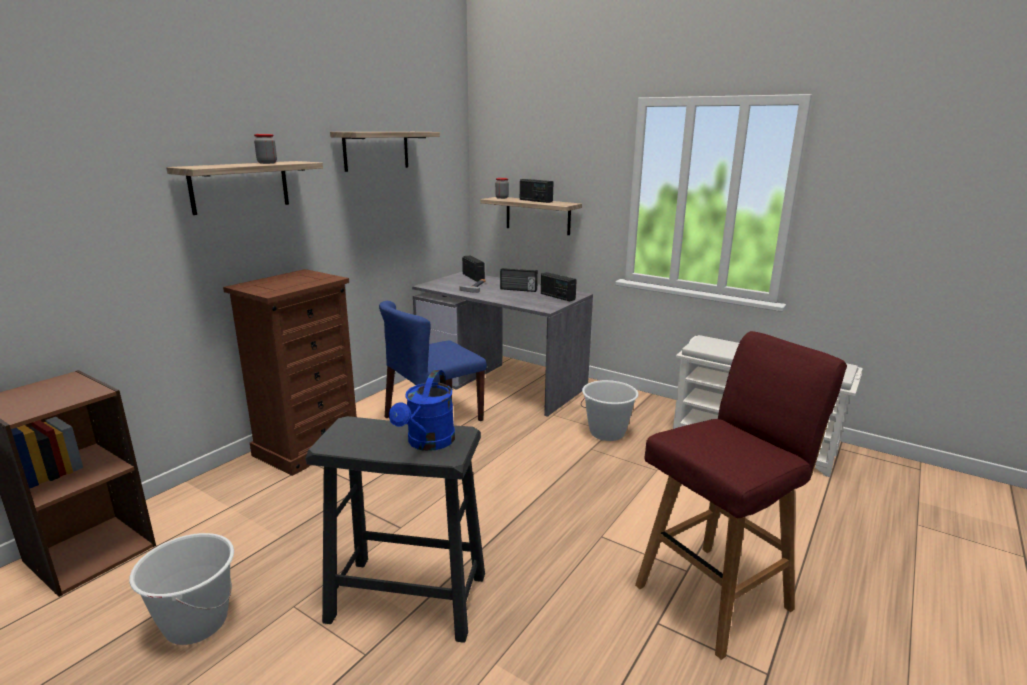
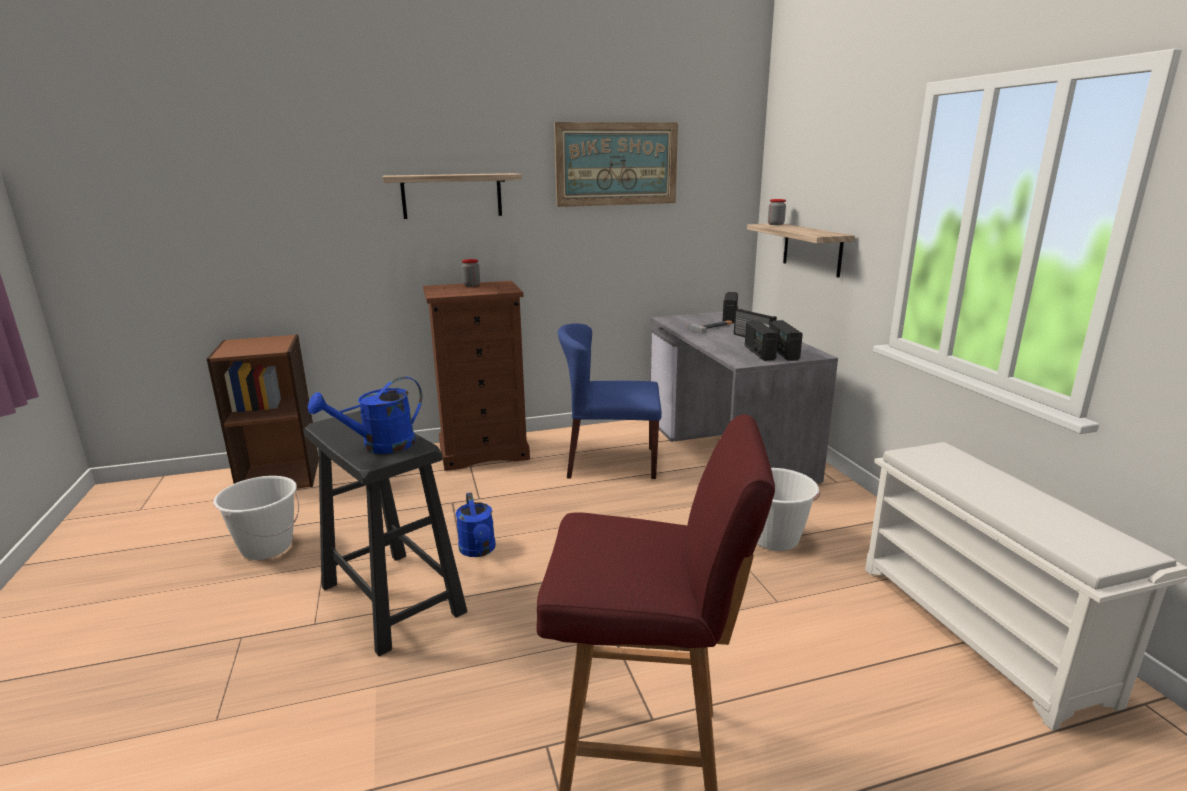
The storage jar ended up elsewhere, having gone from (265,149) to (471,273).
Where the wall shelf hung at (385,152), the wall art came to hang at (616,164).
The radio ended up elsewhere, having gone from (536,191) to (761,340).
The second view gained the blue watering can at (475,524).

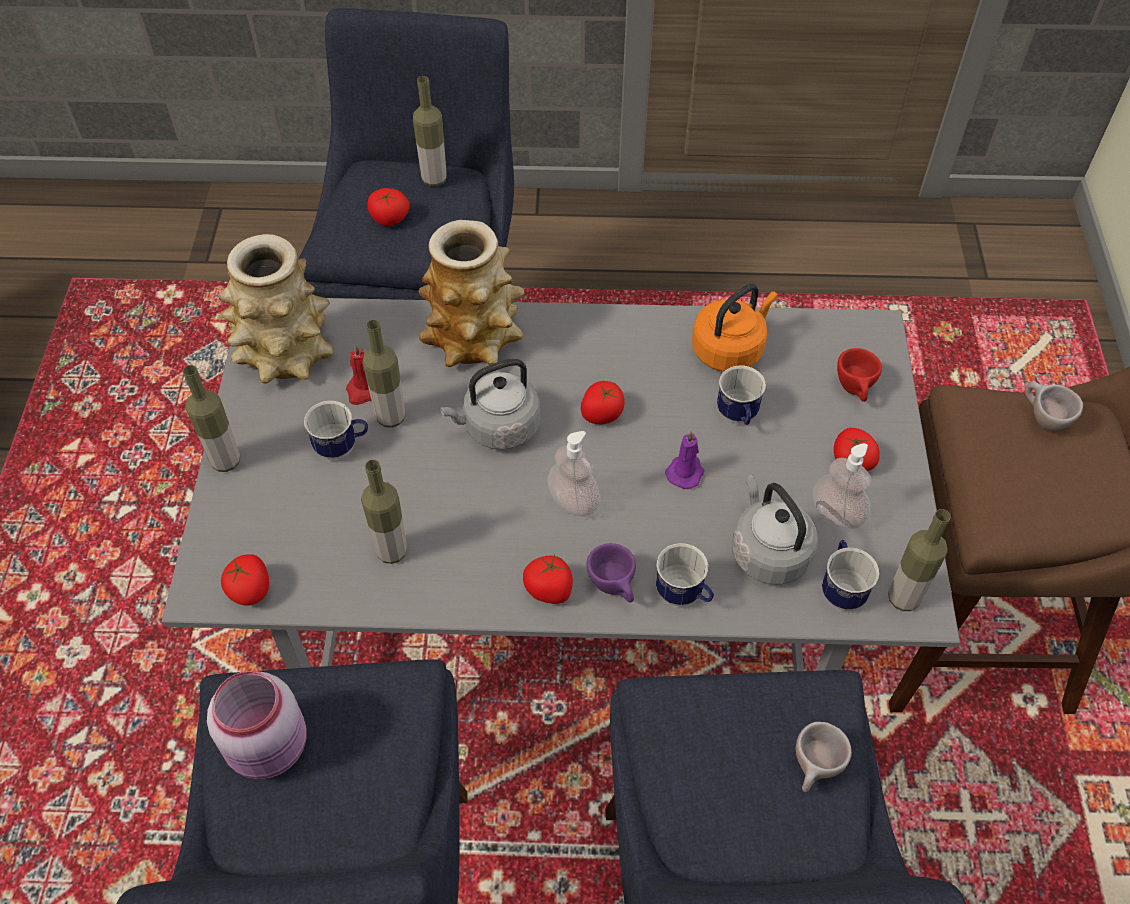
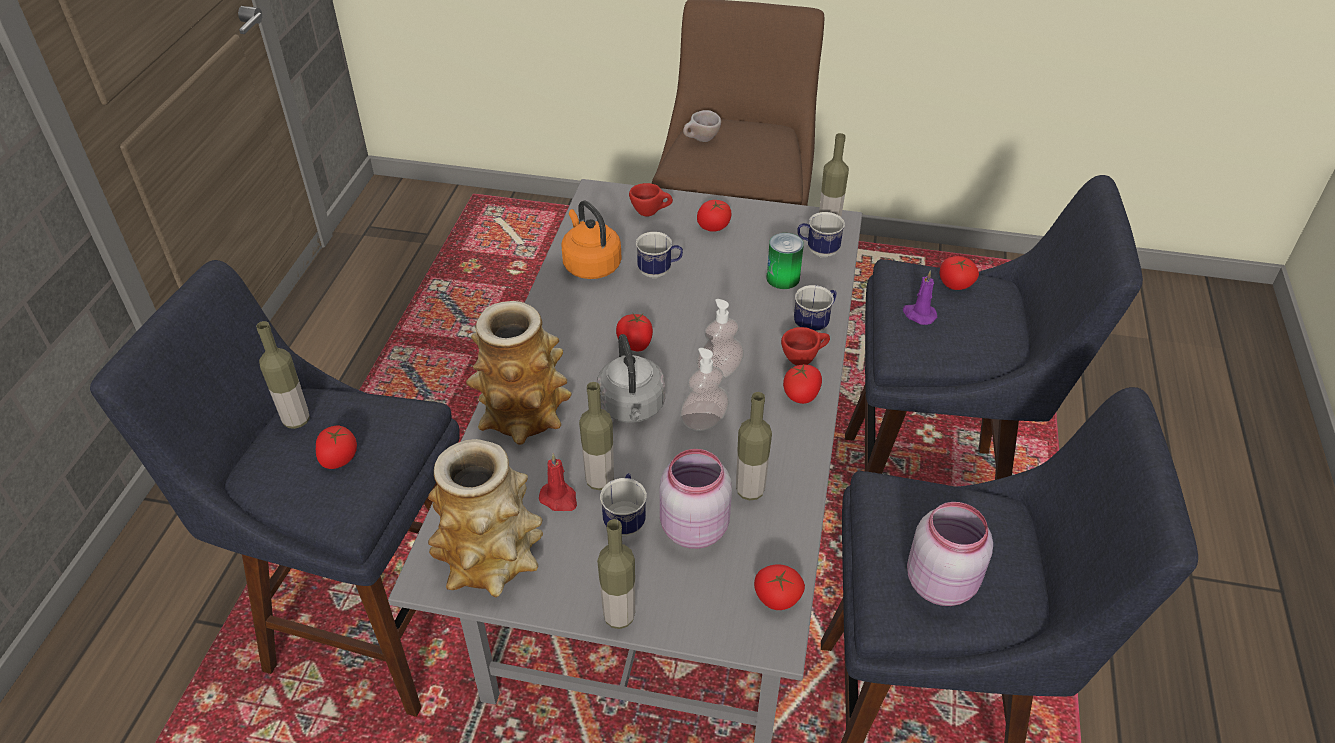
What was the purple small cup at (611,573) turned into the reddish small cup at (805,346).
The purple wax candle ended up elsewhere, having gone from (685,459) to (920,298).
Where the grey kettle stood at (775,529), the sealed can came to stand at (785,261).
Where the beige-coloured small cup stood at (824,757), the fresh tomato came to stand at (959,273).
The soap bottle ended up elsewhere, having gone from (842,486) to (704,389).
The second view gained the pink-coloured storage jar at (696,499).

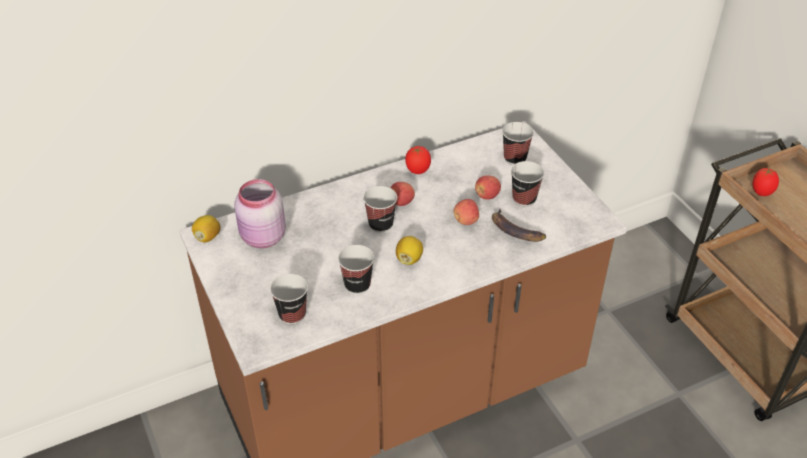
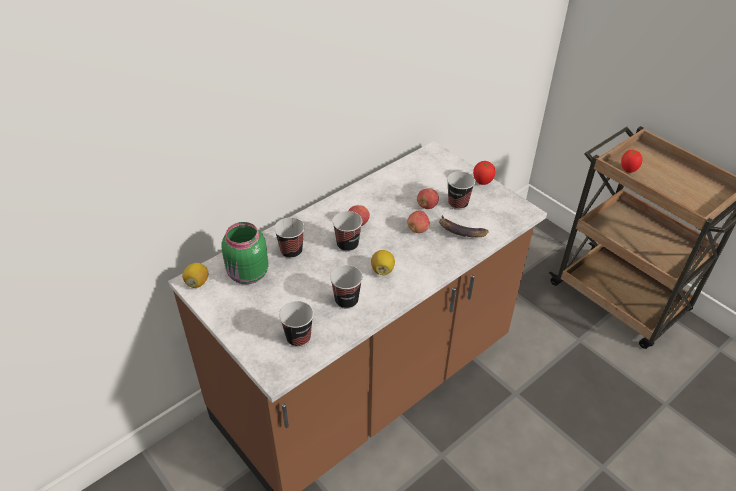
What was the pink-coloured storage jar at (260,213) turned into the greenish storage jar at (245,253).
The fresh tomato ended up elsewhere, having gone from (418,160) to (484,173).
The small cup ended up elsewhere, having gone from (518,143) to (289,238).

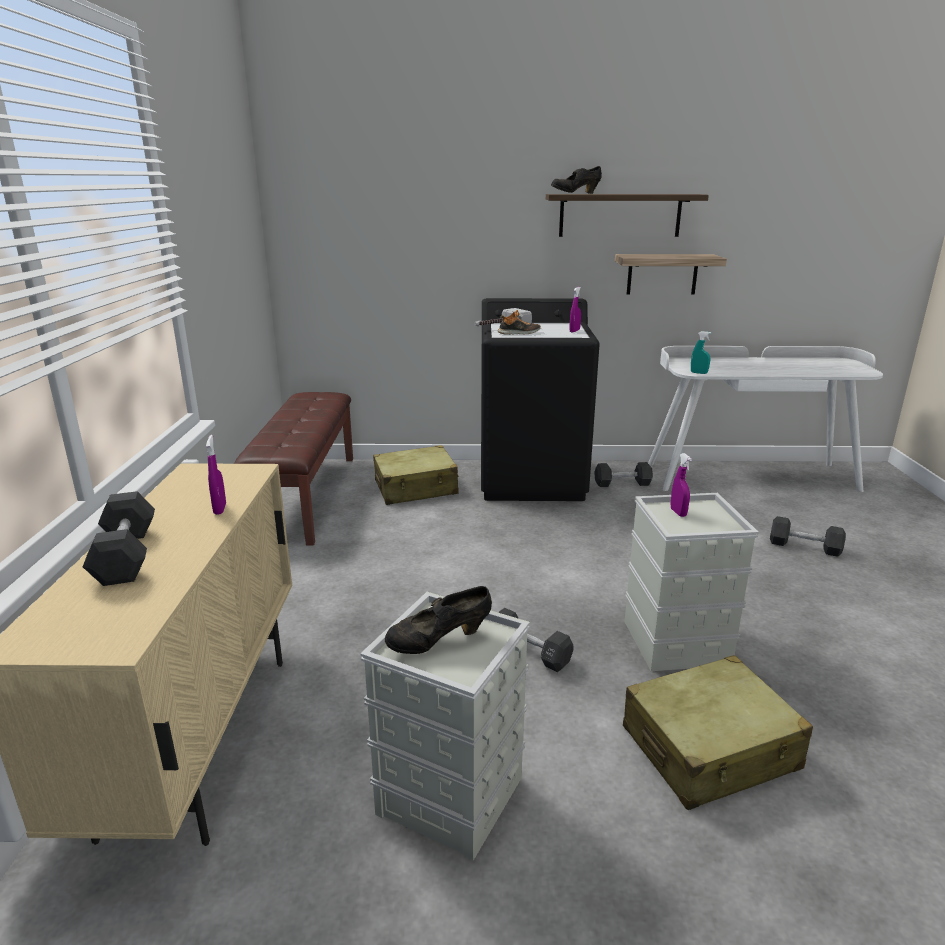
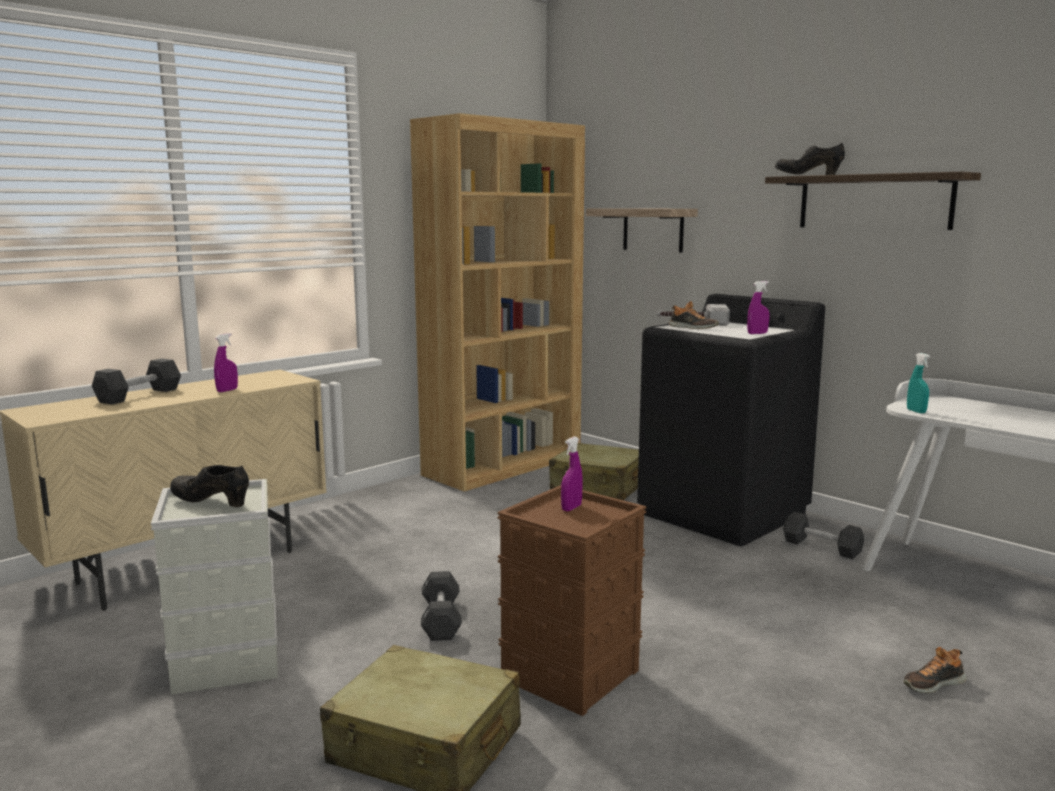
Where the brown bench stood at (293,469), the brown bookshelf came to stand at (497,302).
The wall shelf ended up elsewhere, having gone from (671,274) to (642,230).
What was the grey storage bin at (691,582) turned into the brown storage bin at (572,600).
Where the black hand weight stood at (808,536), the low shoe came to stand at (935,670).

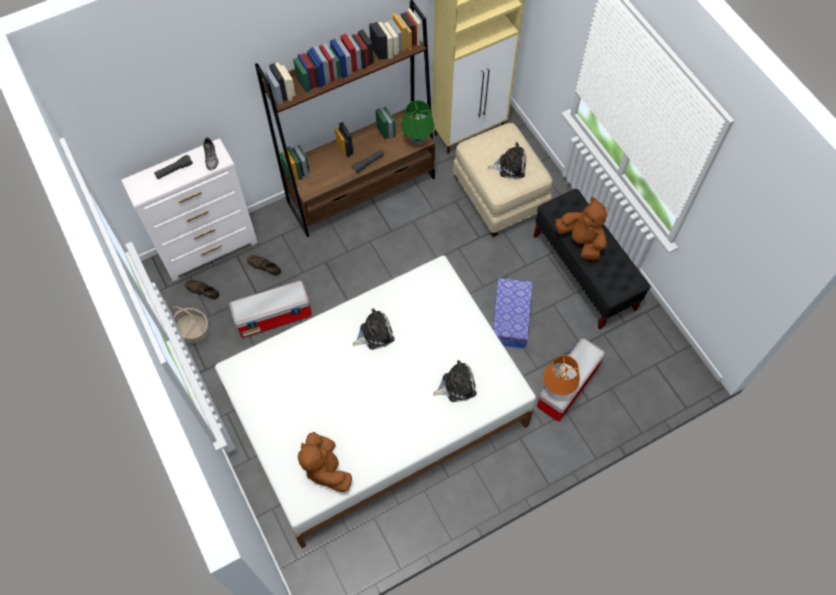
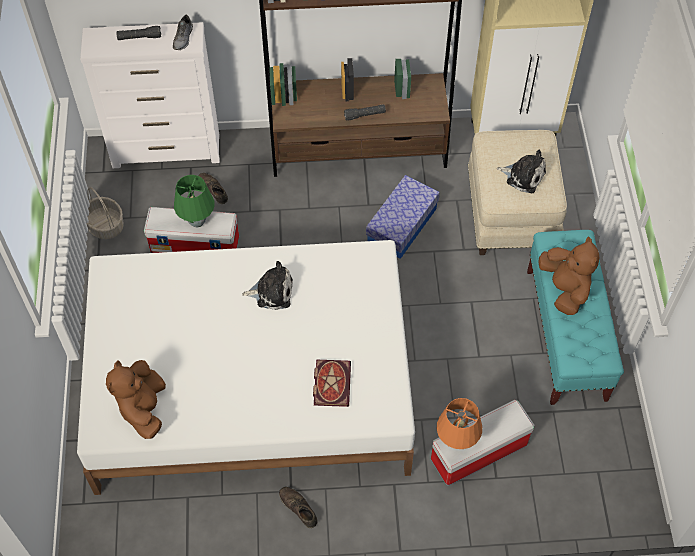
The brown low shoe ended up elsewhere, having gone from (202,290) to (298,507).
The greenish lamp for a table ended up elsewhere, having gone from (417,122) to (194,201).
Where the plush toy stood at (455,381), the volume came to stand at (332,383).
The storage bin ended up elsewhere, having gone from (512,313) to (403,217).
What was the black bench at (592,259) turned into the turquoise bench at (575,317).

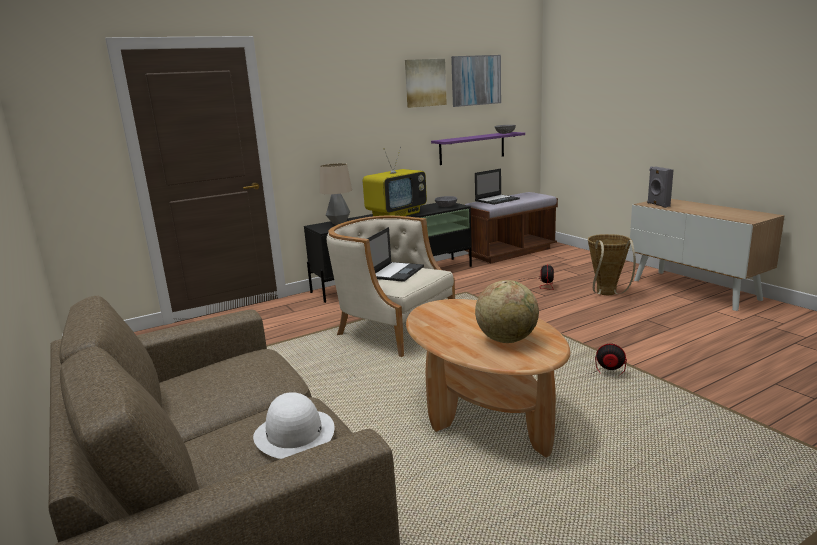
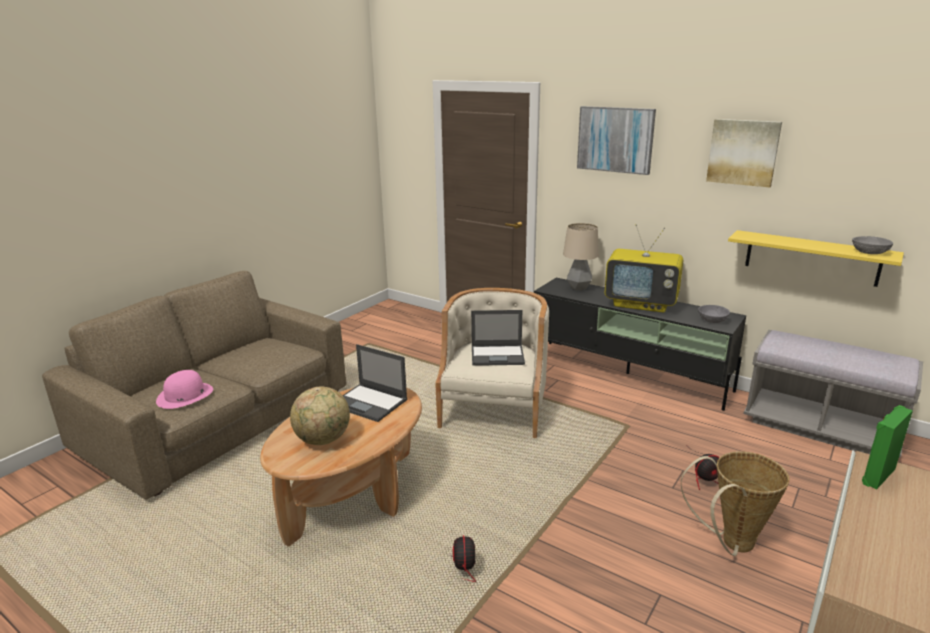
What was the white-coloured wearable hat at (294,425) turned into the pink-coloured wearable hat at (184,389).
What was the purple wall shelf at (478,148) turned into the yellow-coloured wall shelf at (816,258).
The wall art ended up elsewhere, having gone from (476,81) to (616,140).
What was the brown bench at (511,227) turned into the grey bench at (833,393).
The laptop ended up elsewhere, having gone from (497,187) to (374,383).
What was the grey audio speaker at (660,187) turned into the greenish audio speaker at (887,447).

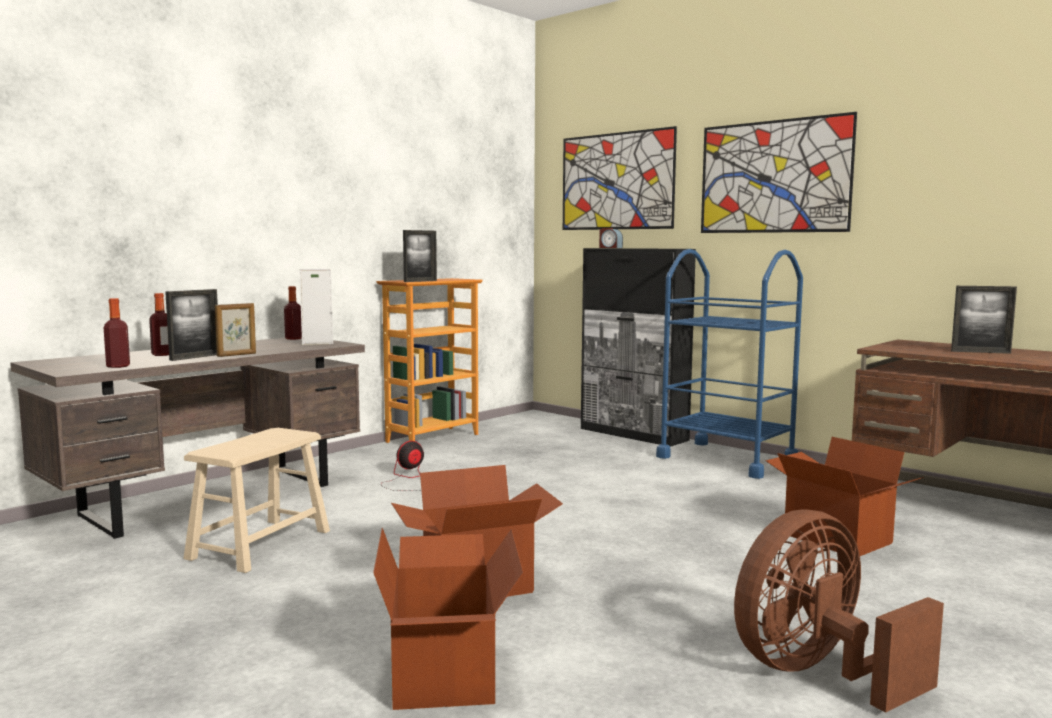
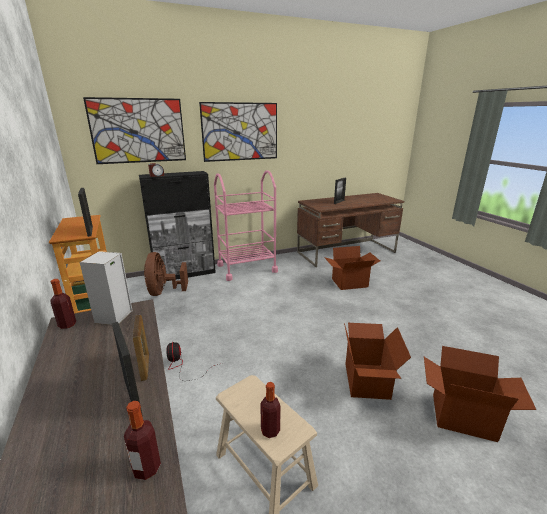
The drink bottle ended up elsewhere, having gone from (159,324) to (270,410).
What was the blue trolley at (729,364) turned into the pink-coloured trolley at (246,225).
The brown cooling fan ended up elsewhere, having gone from (839,611) to (166,274).

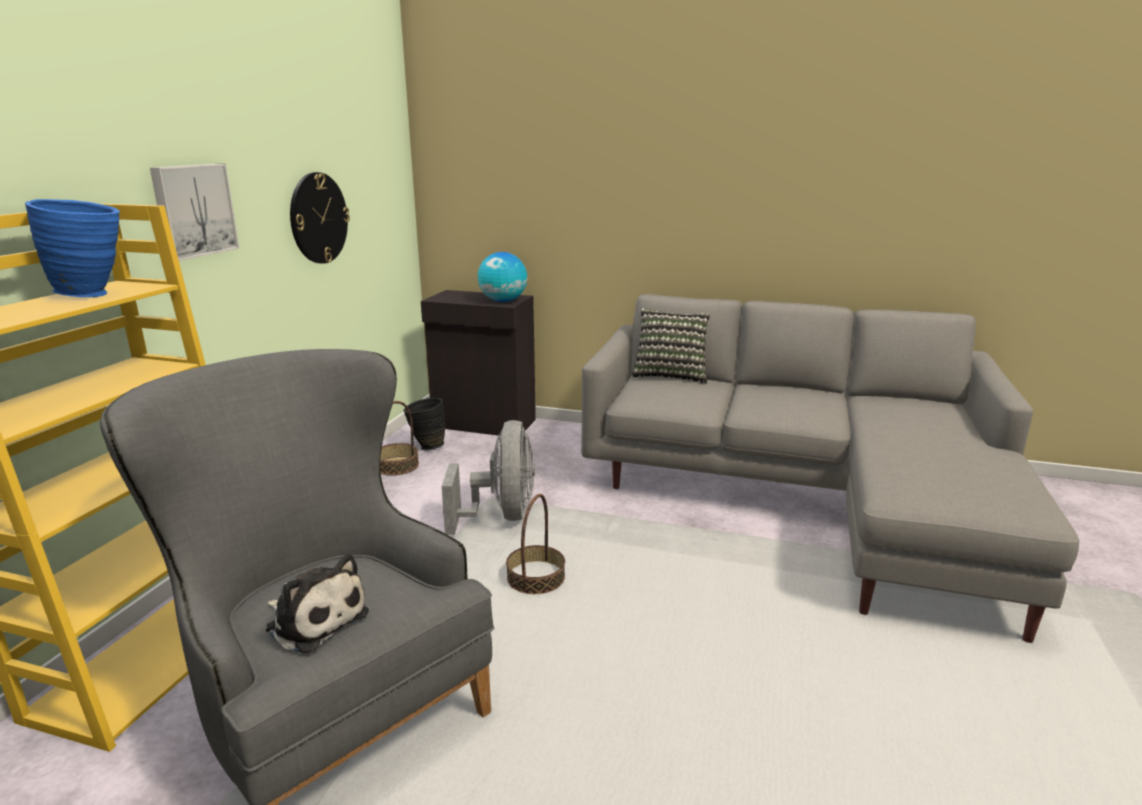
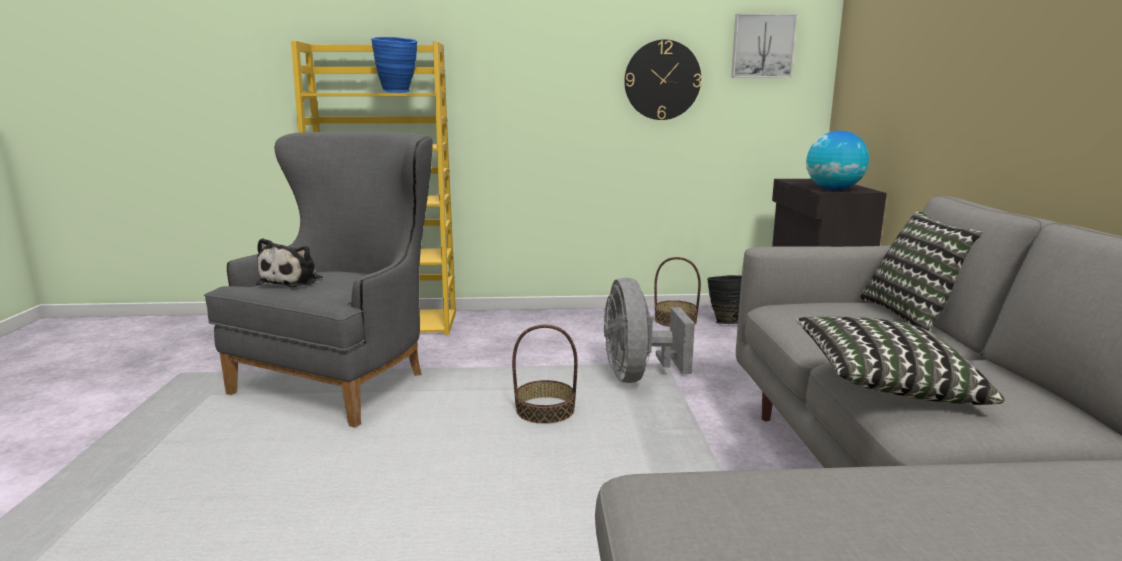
The wall art ended up elsewhere, having gone from (194,212) to (764,45).
The grey cooling fan at (488,477) ended up facing another way, 105 degrees clockwise from before.
The second view gained the pillow at (900,361).

